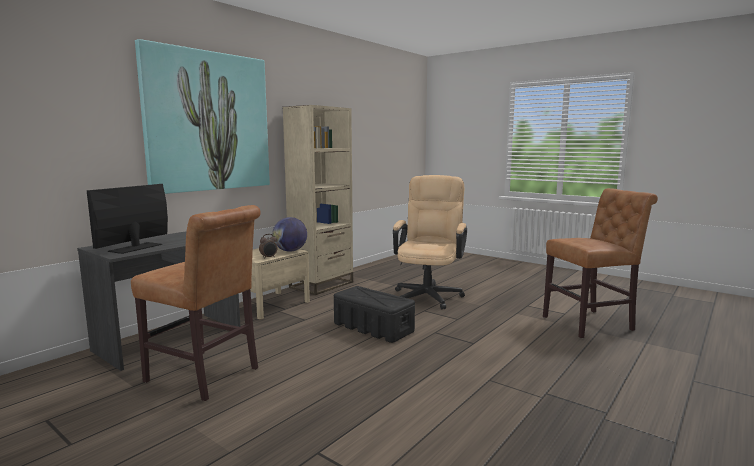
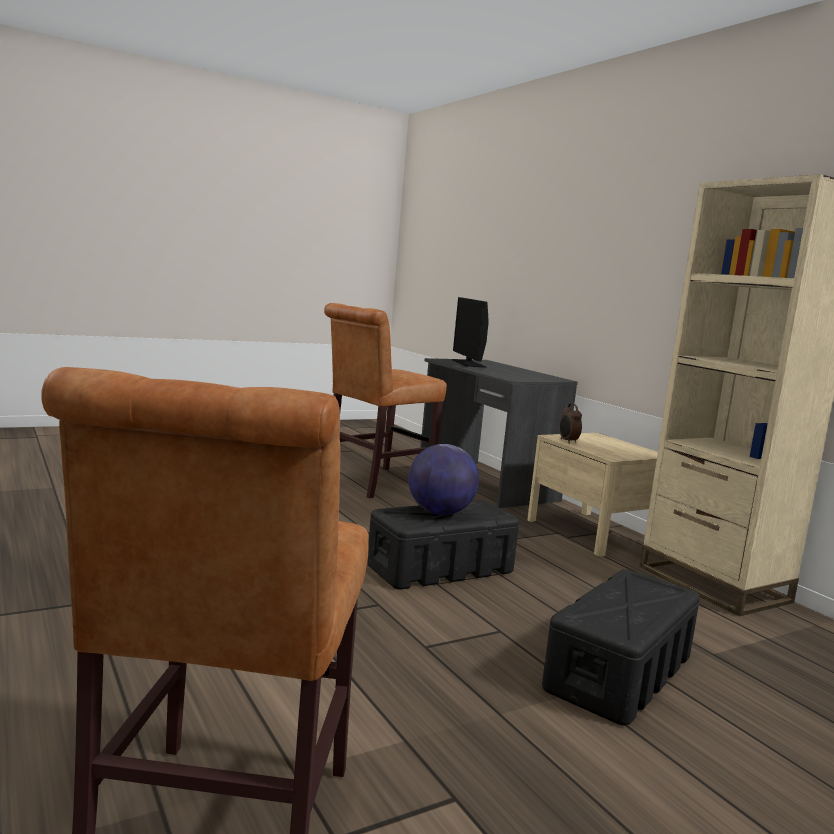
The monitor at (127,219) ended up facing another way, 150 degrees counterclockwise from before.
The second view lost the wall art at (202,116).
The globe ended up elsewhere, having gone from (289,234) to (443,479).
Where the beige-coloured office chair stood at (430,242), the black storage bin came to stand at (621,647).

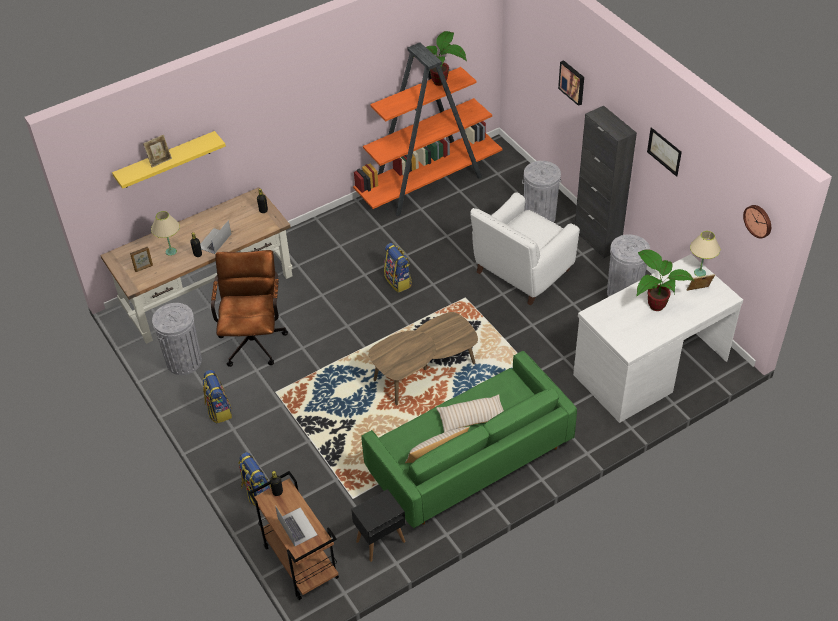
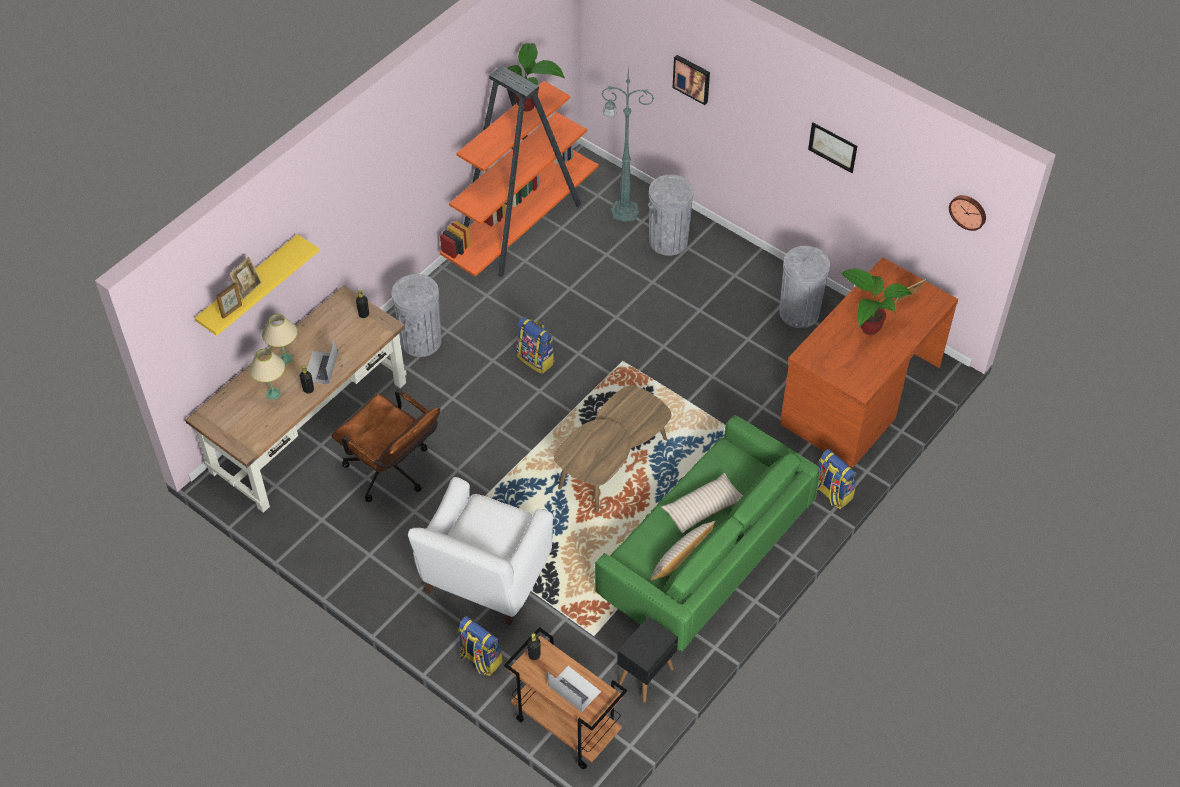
The standing frame ended up elsewhere, having gone from (141,259) to (229,300).
The grey rubbish bin ended up elsewhere, having gone from (177,339) to (417,315).
The backpack ended up elsewhere, having gone from (217,396) to (837,479).
The brown office chair at (249,308) ended up facing another way, 150 degrees clockwise from before.
The white-coloured easy chair ended up elsewhere, having gone from (525,249) to (480,551).
What was the white-coloured desk at (658,338) turned into the brown desk at (869,362).
The second view lost the black storage cabinet at (606,182).
The beige-coloured lamp for a table ended up elsewhere, having gone from (705,254) to (279,339).
The second view gained the greenish standing lamp at (628,144).

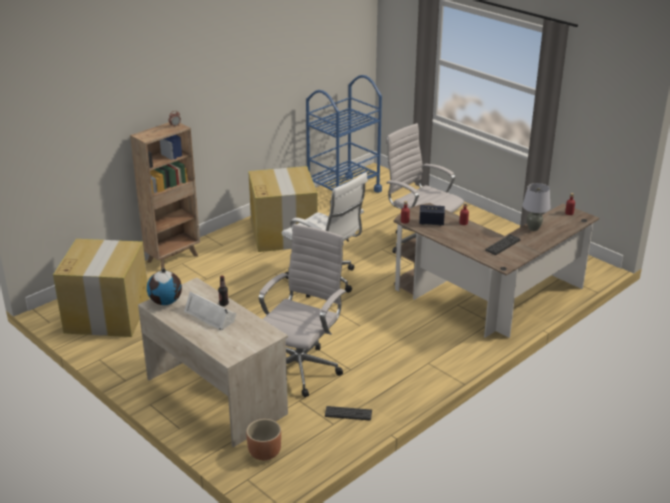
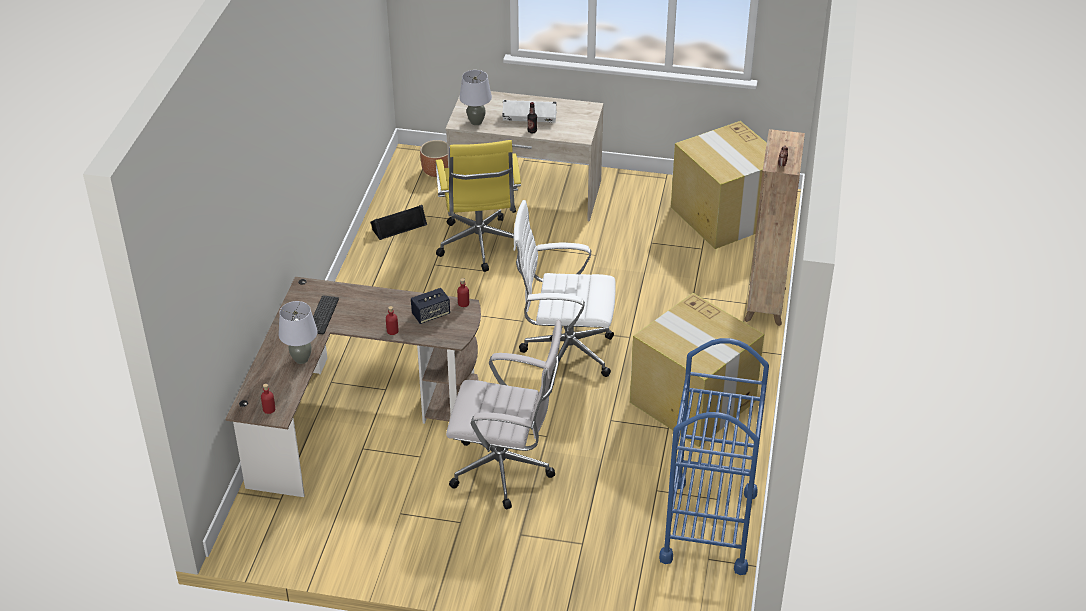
The second view lost the globe at (164,286).
What was the white-coloured office chair at (302,310) turned into the yellow-coloured office chair at (478,206).
Where the PC keyboard stood at (348,413), the black audio speaker came to stand at (399,222).
The second view gained the grey lamp for a table at (475,97).

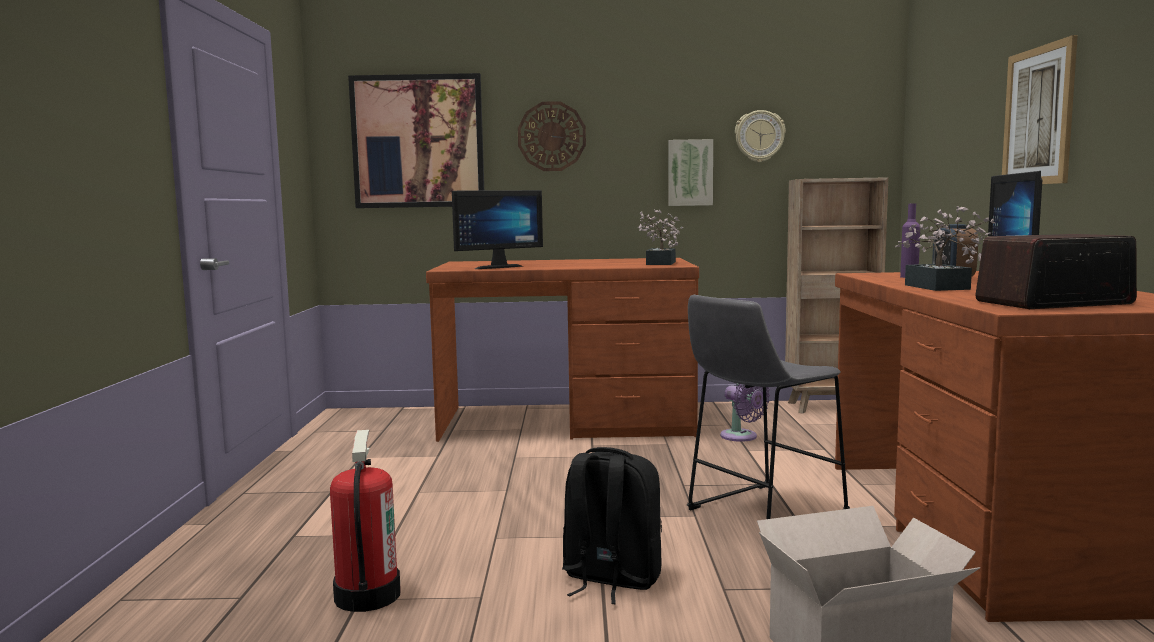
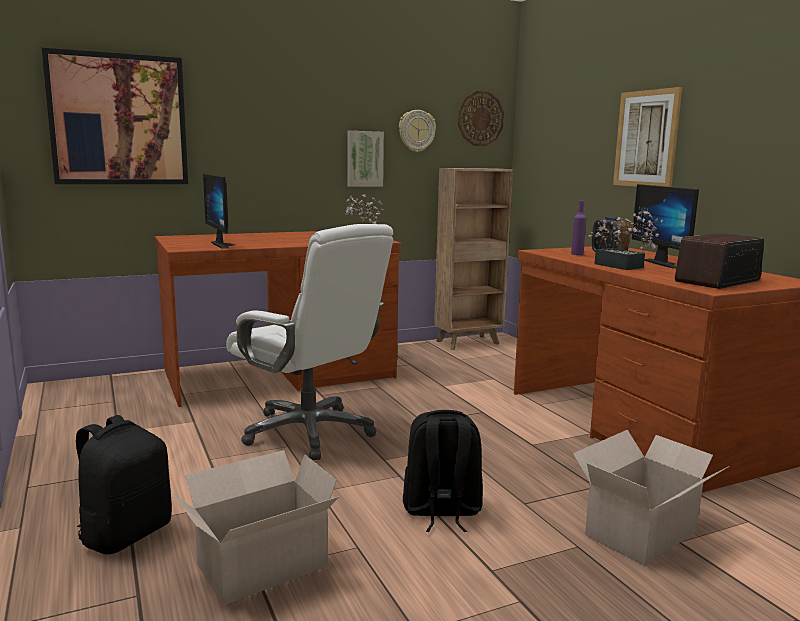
Where the extinguisher stood at (365,521), the cardboard box came to stand at (256,527).
The monitor at (497,229) ended up facing another way, 120 degrees clockwise from before.
The clock on the wall ended up elsewhere, having gone from (552,136) to (481,118).
The second view lost the grey stool seat at (768,407).
The second view lost the purple cooling fan at (745,412).
The second view gained the black backpack at (124,484).
The second view gained the white-coloured office chair at (309,342).

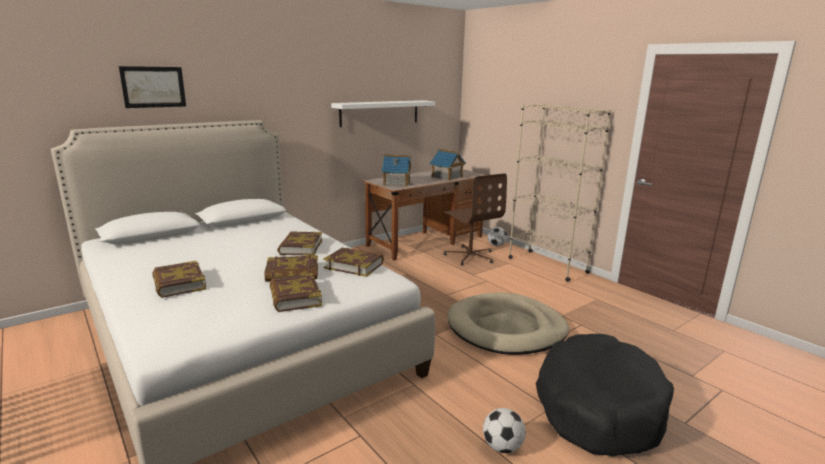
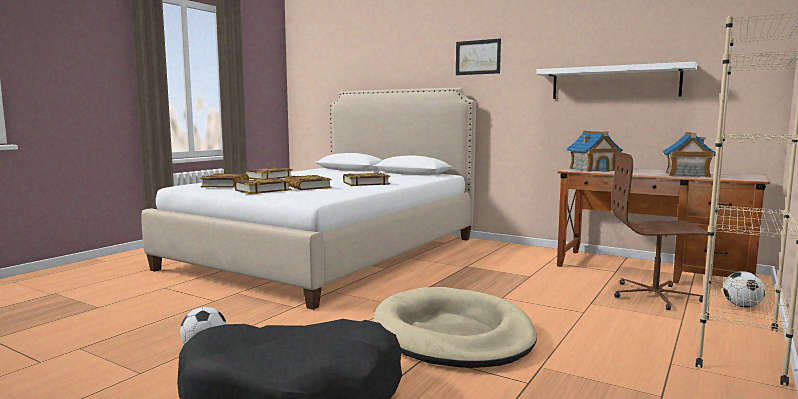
The wall art ended up elsewhere, having gone from (152,87) to (478,56).
The volume ended up elsewhere, having gone from (353,262) to (224,180).
The brown office chair at (475,219) ended up facing another way, 60 degrees clockwise from before.

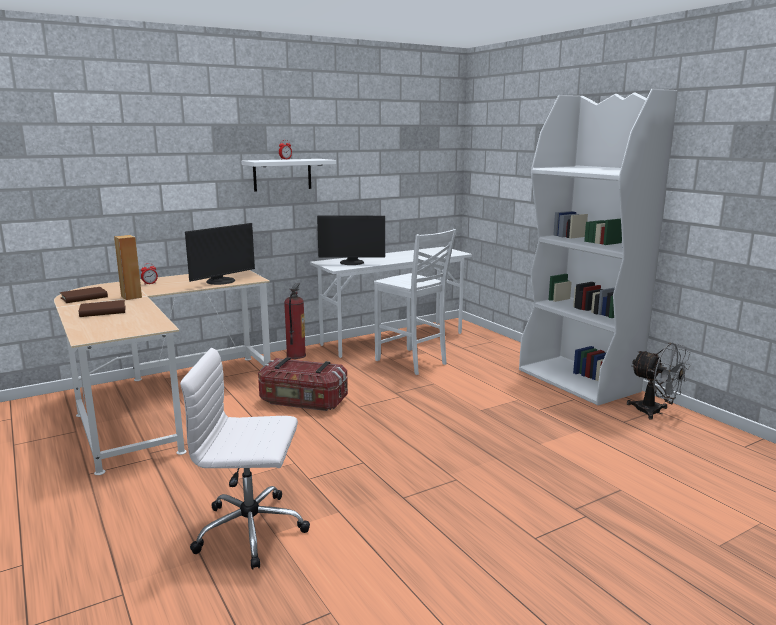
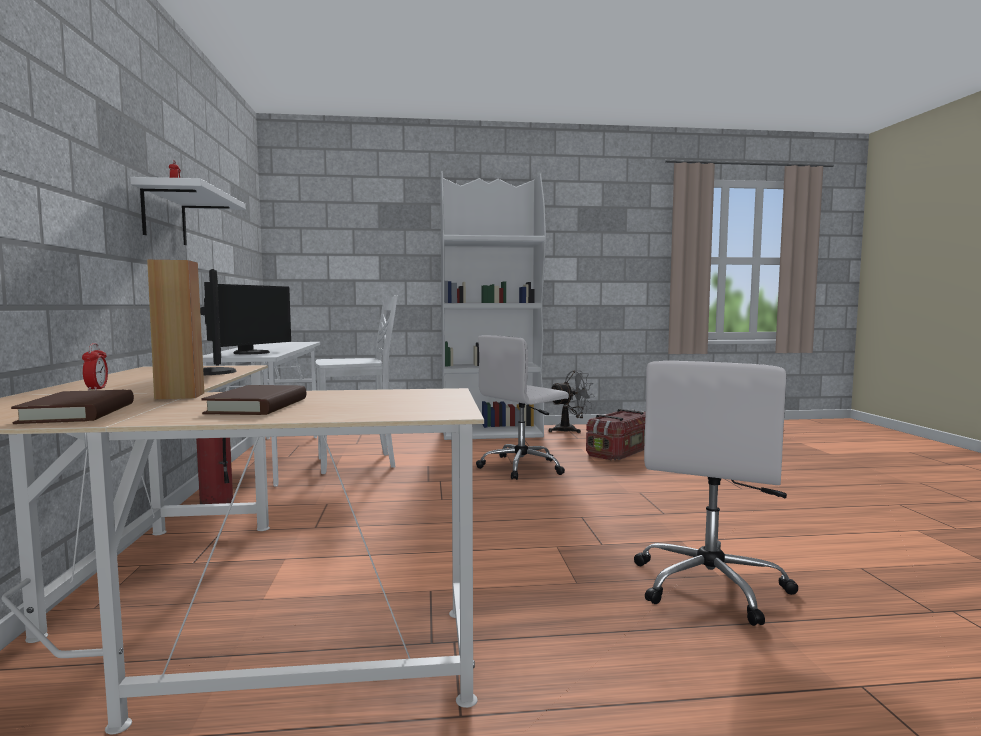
The storage bin ended up elsewhere, having gone from (303,384) to (616,434).
The second view gained the white-coloured office chair at (522,407).

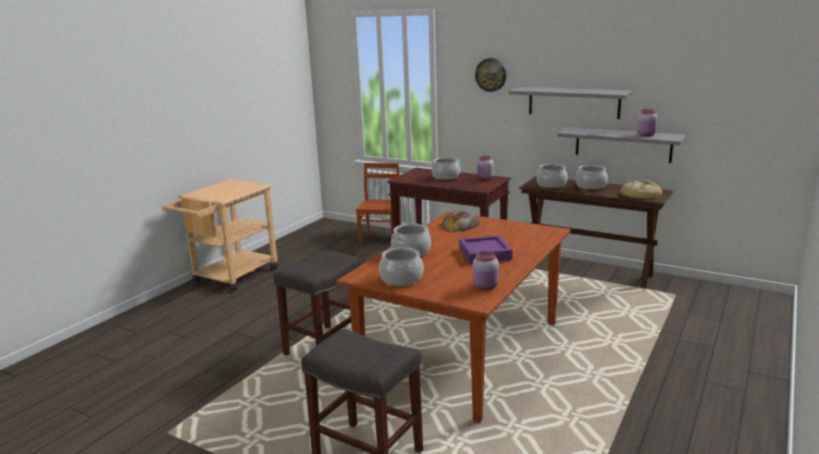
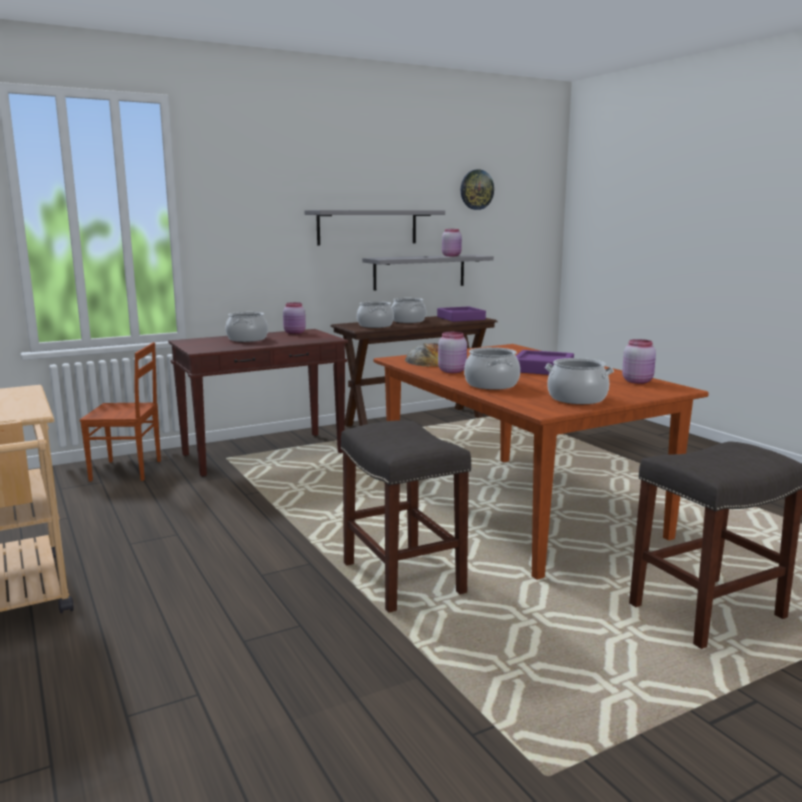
The brown plain chair at (378,204) ended up facing another way, 135 degrees clockwise from before.
The clock on the wall ended up elsewhere, having gone from (491,75) to (477,189).
Where the baked bread stood at (641,190), the purple tray came to stand at (461,314).
The second view gained the pink-coloured storage jar at (452,352).

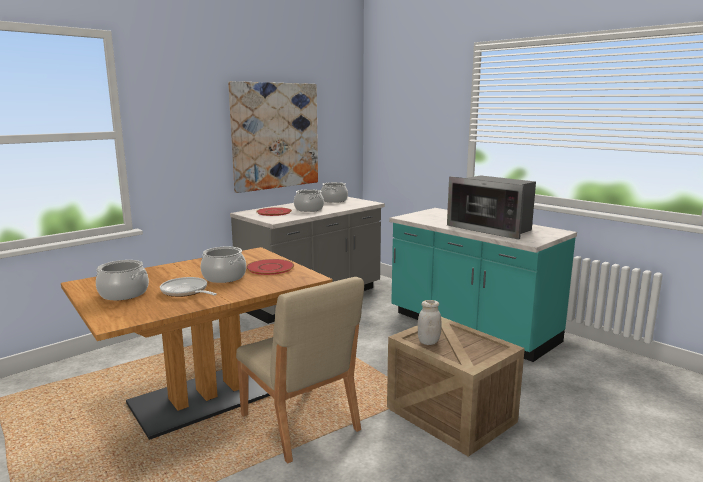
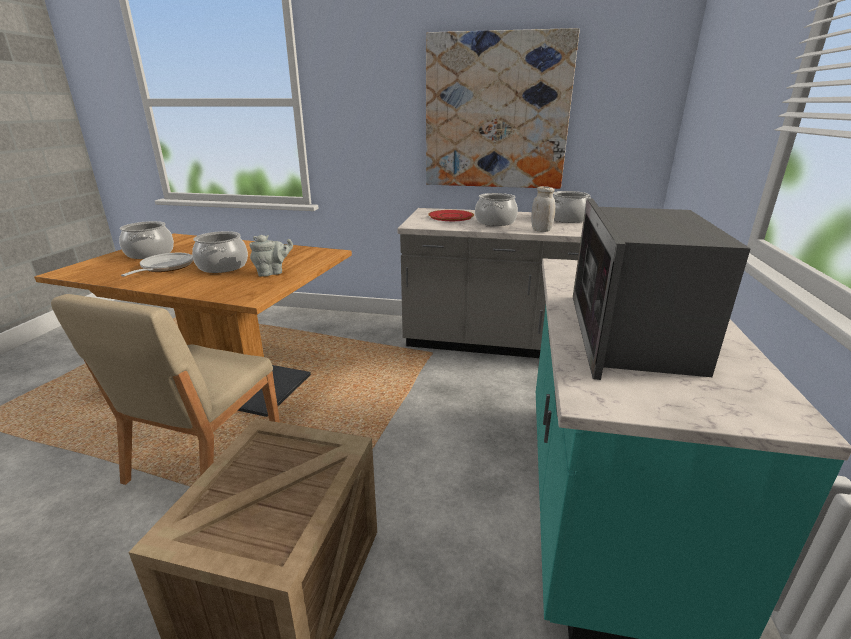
Where the reddish dinner plate stood at (270,267), the grey pot for tea came to stand at (271,256).
The white-coloured storage jar ended up elsewhere, having gone from (429,322) to (543,209).

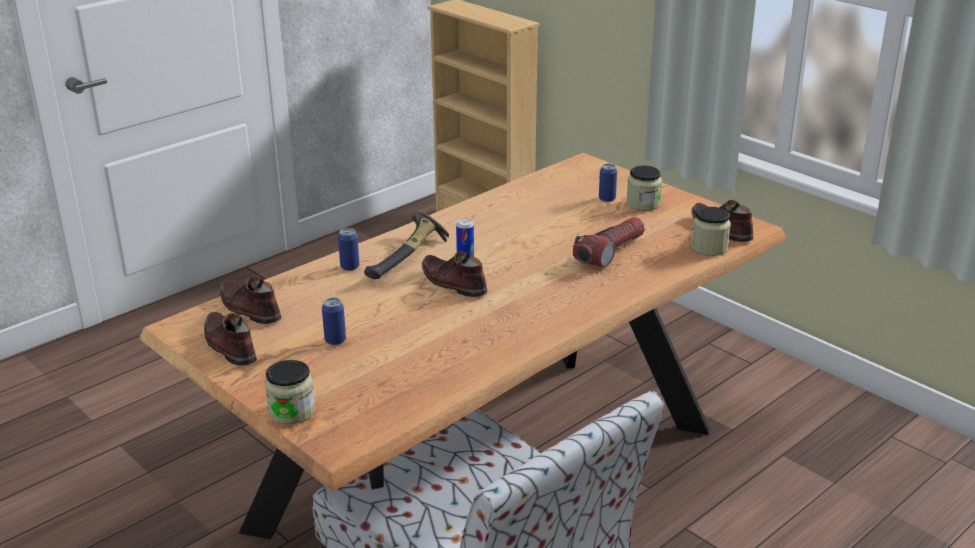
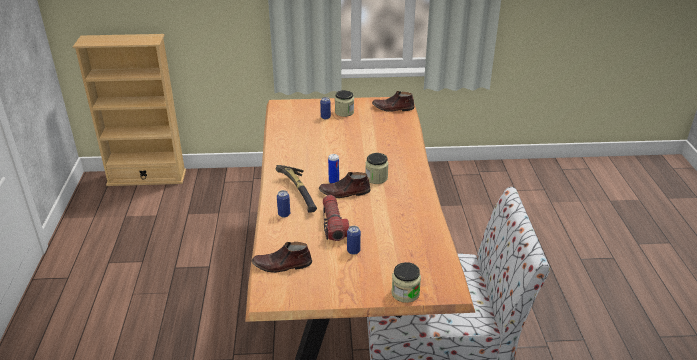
The second view lost the brown low shoe at (230,339).
The flashlight ended up elsewhere, having gone from (609,242) to (336,218).
The storage jar ended up elsewhere, having gone from (711,231) to (377,168).

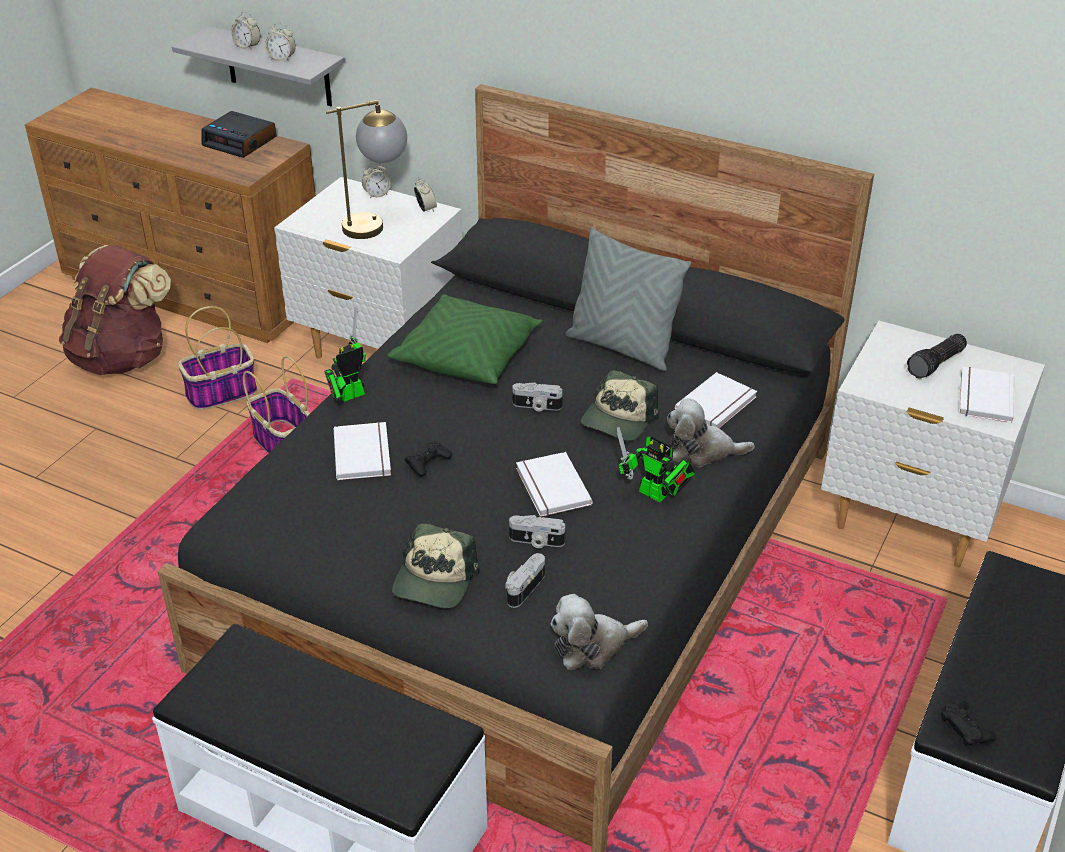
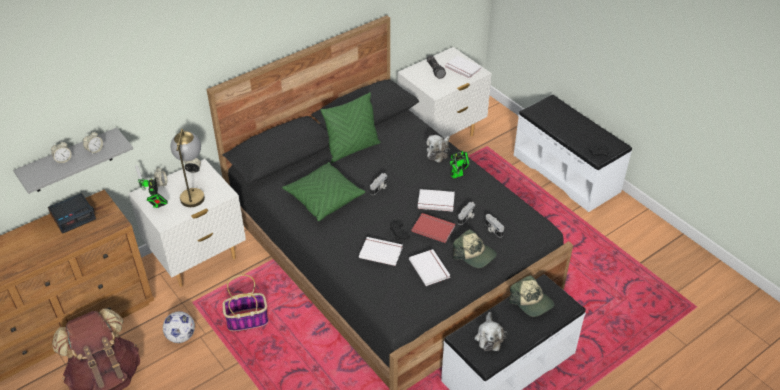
Where the basket stood at (217,358), the ball for football came to stand at (179,327).
The robot figure ended up elsewhere, having gone from (345,354) to (151,186).
The plush toy ended up elsewhere, having gone from (599,632) to (491,331).
What was the grey pillow at (629,299) turned into the greenish pillow at (351,127).
The cap ended up elsewhere, having gone from (620,405) to (531,296).
The white-coloured volume ended up elsewhere, having gone from (716,400) to (429,267).
The second view gained the reddish volume at (433,228).

